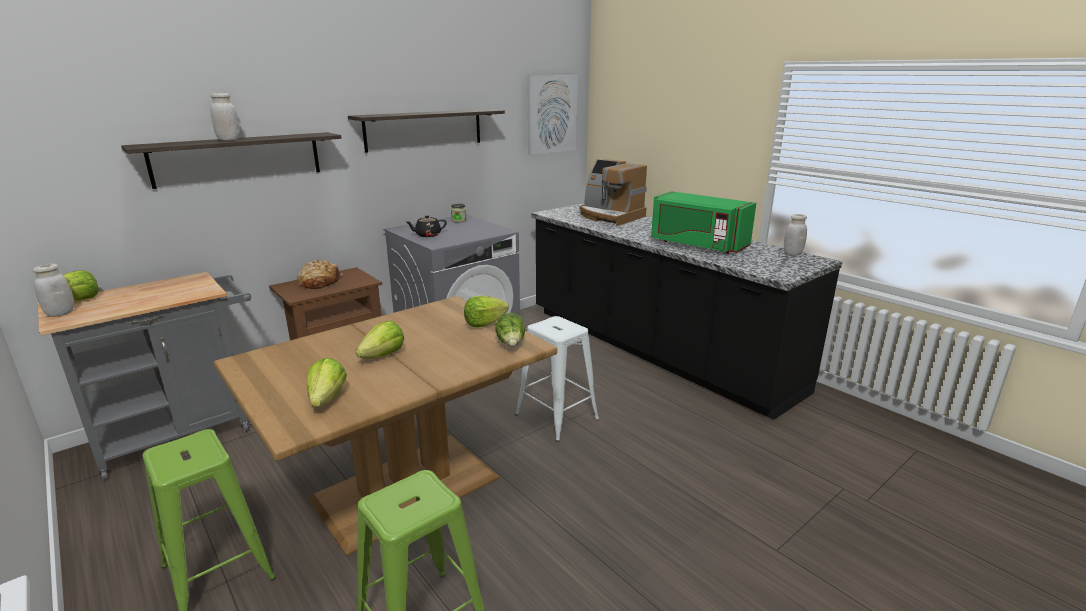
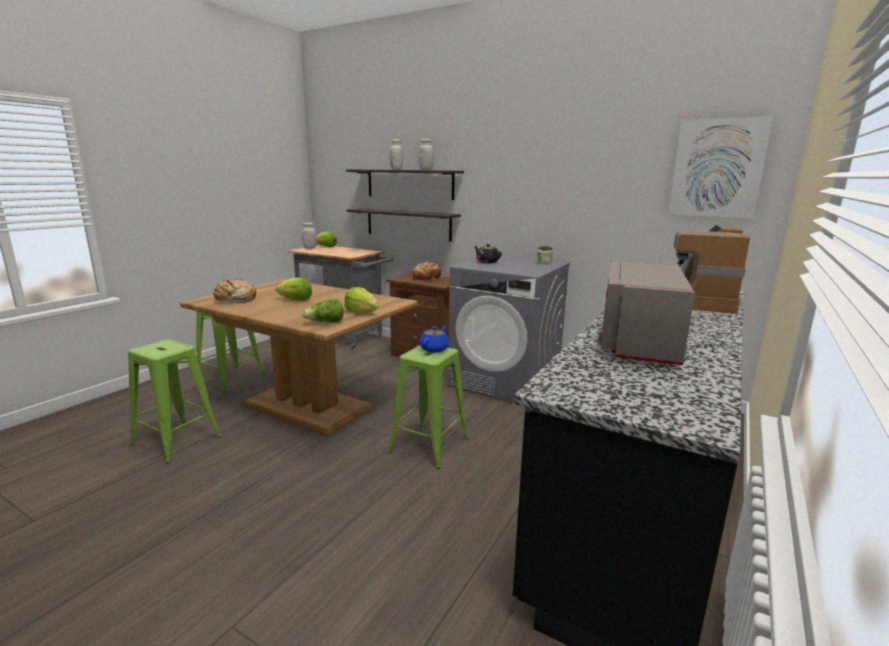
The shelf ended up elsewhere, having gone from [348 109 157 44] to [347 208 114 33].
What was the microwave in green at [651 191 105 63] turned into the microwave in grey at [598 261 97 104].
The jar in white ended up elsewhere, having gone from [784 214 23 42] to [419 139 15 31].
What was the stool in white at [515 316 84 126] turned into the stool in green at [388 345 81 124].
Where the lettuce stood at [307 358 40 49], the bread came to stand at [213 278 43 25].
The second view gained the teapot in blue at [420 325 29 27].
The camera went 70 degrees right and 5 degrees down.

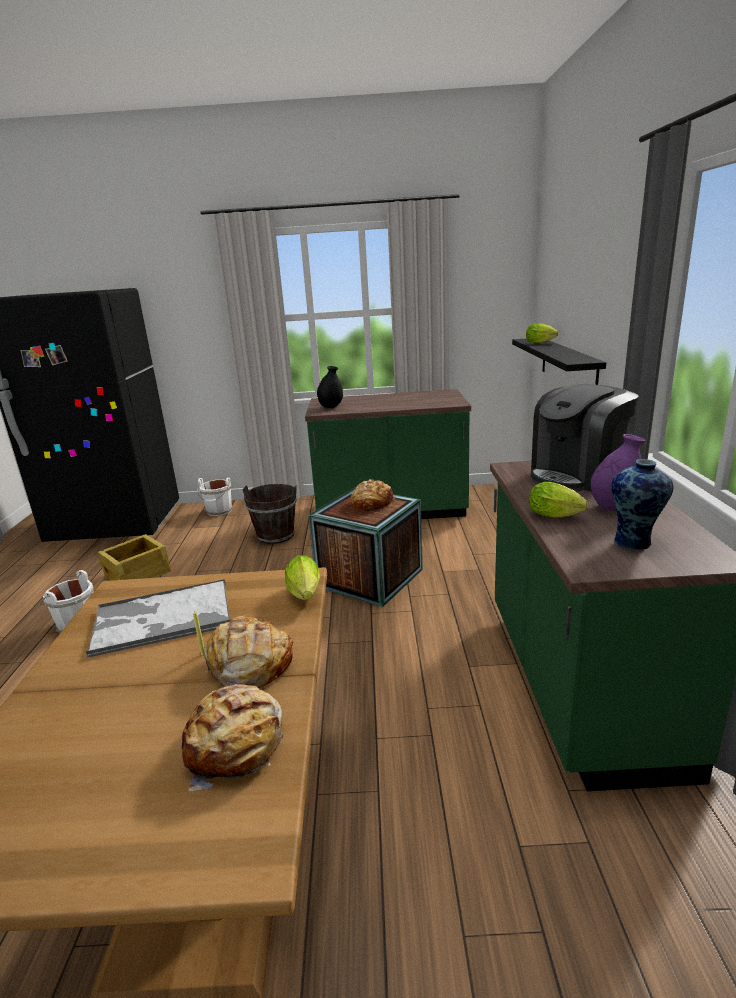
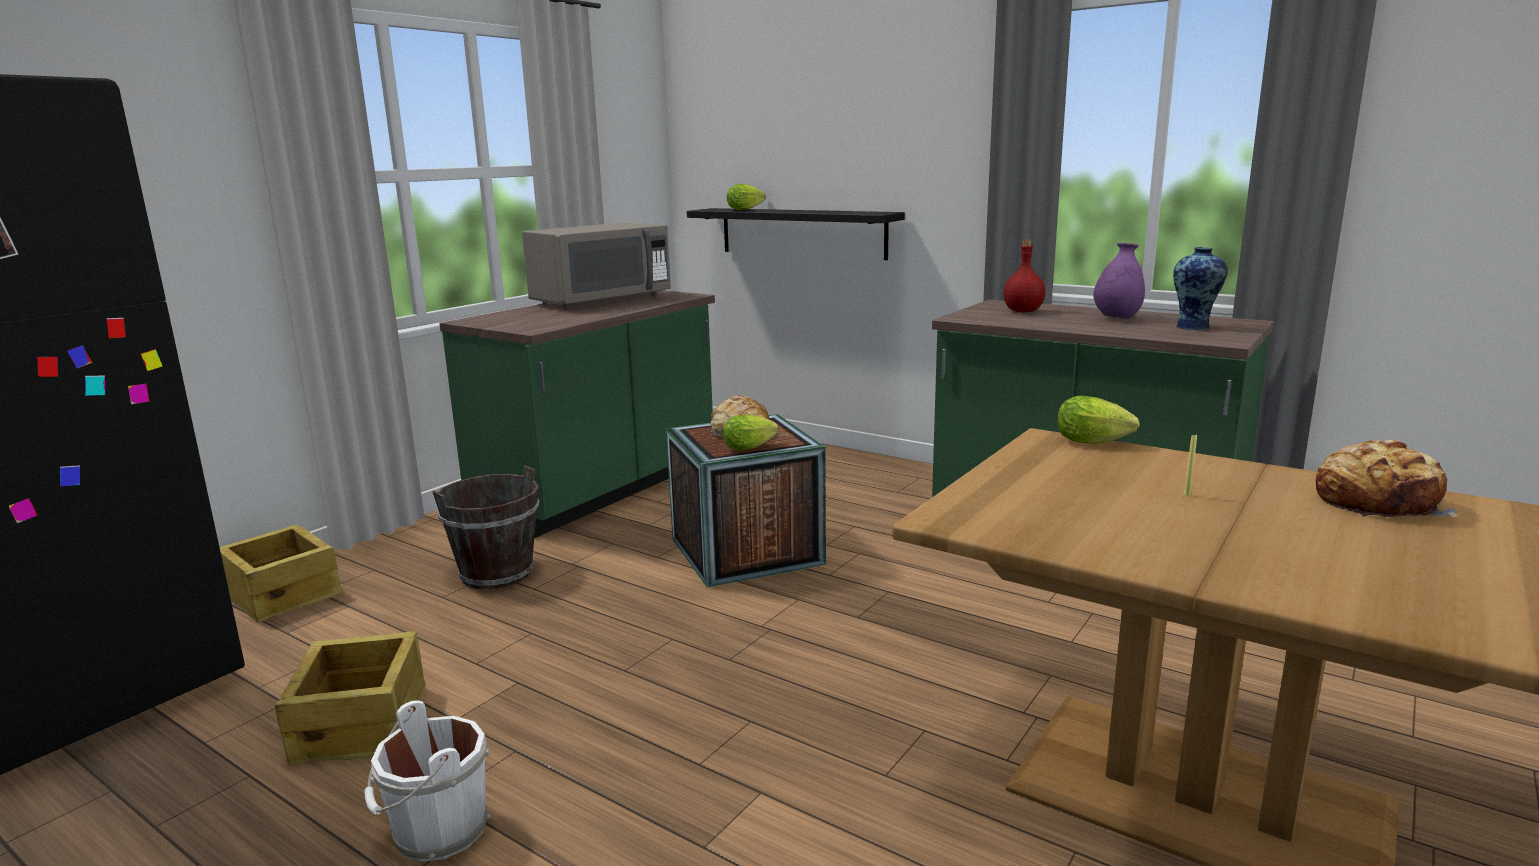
The second view lost the vase in black at [317 366 26 42].
Where the coffee machine stood at [531 384 108 108], the bottle in red came to stand at [1003 240 42 72].
Where the bucket in white stood at [197 478 35 38], the crate came to stand at [220 525 123 98].
The lettuce ended up elsewhere, having gone from [529 482 59 36] to [723 414 55 36].
The second view lost the tray at [86 579 145 78].
The second view lost the bread at [204 616 89 72].
The second view gained the microwave in grey at [522 223 149 86].
The camera went 55 degrees left and 5 degrees down.

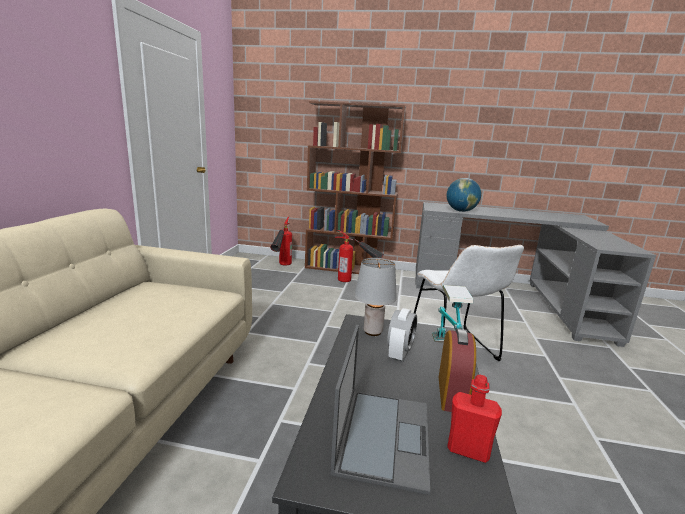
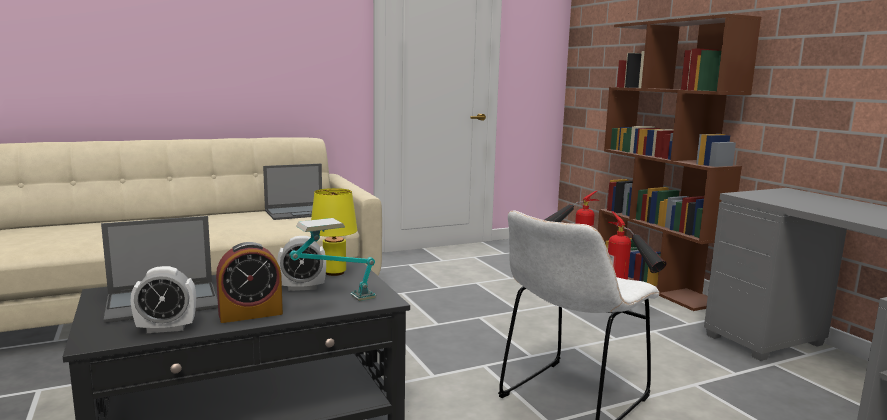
The second view lost the globe at [447 178 34 34].
What was the table lamp in grey at [355 258 42 78] turned into the table lamp in yellow at [311 188 46 88].
Where the bottle in red stood at [447 375 55 88], the alarm clock came to stand at [130 266 66 67].
The second view gained the laptop at [263 164 59 56].
The camera went 55 degrees right and 5 degrees down.

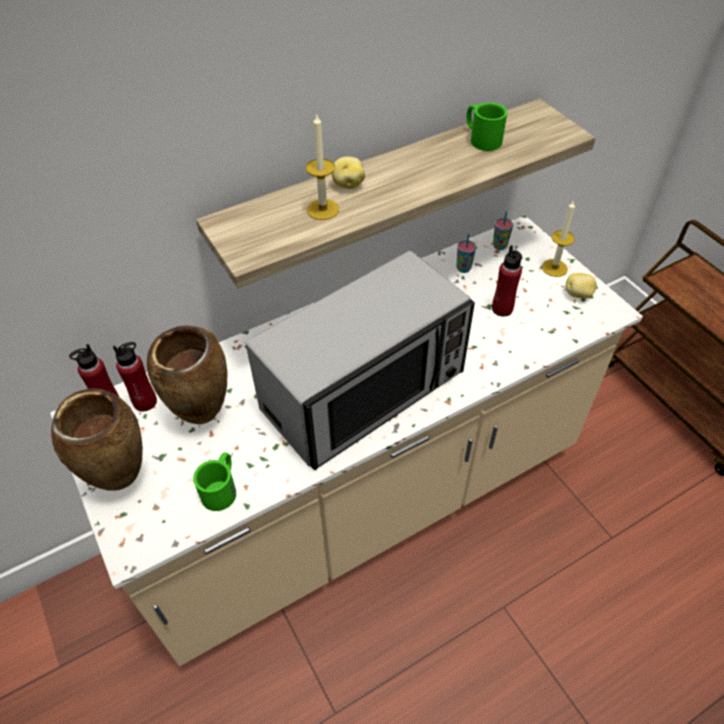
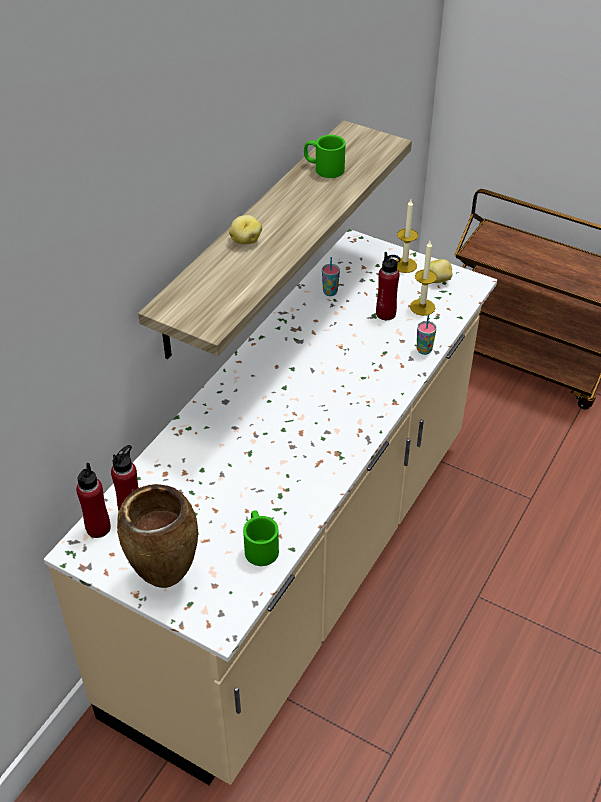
The candle ended up elsewhere, having gone from [306 115 33 105] to [410 241 27 75].
The cup ended up elsewhere, having gone from [493 211 20 39] to [417 315 20 40].
The second view lost the microwave at [246 250 229 220].
The second view lost the vase in brown at [147 325 80 99].
The camera went 30 degrees left and 5 degrees down.

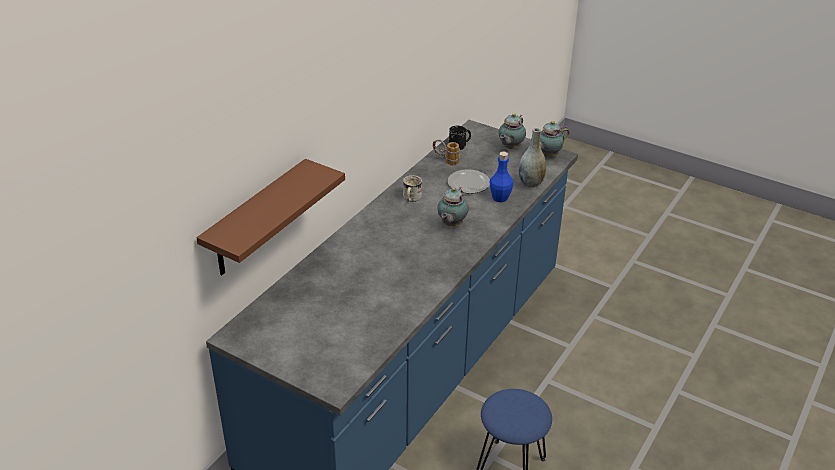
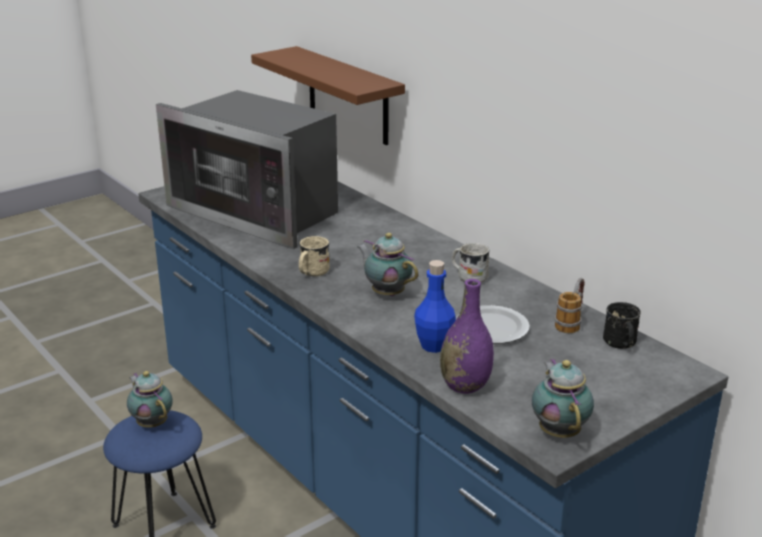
The teapot ended up elsewhere, having gone from [499 113 27 36] to [127 371 46 57].
What was the vase in grey at [518 128 28 59] turned into the vase in purple at [440 279 54 115].
The second view gained the microwave at [156 90 182 159].
The second view gained the mug in beige at [299 236 31 41].
The camera went 110 degrees right and 10 degrees down.

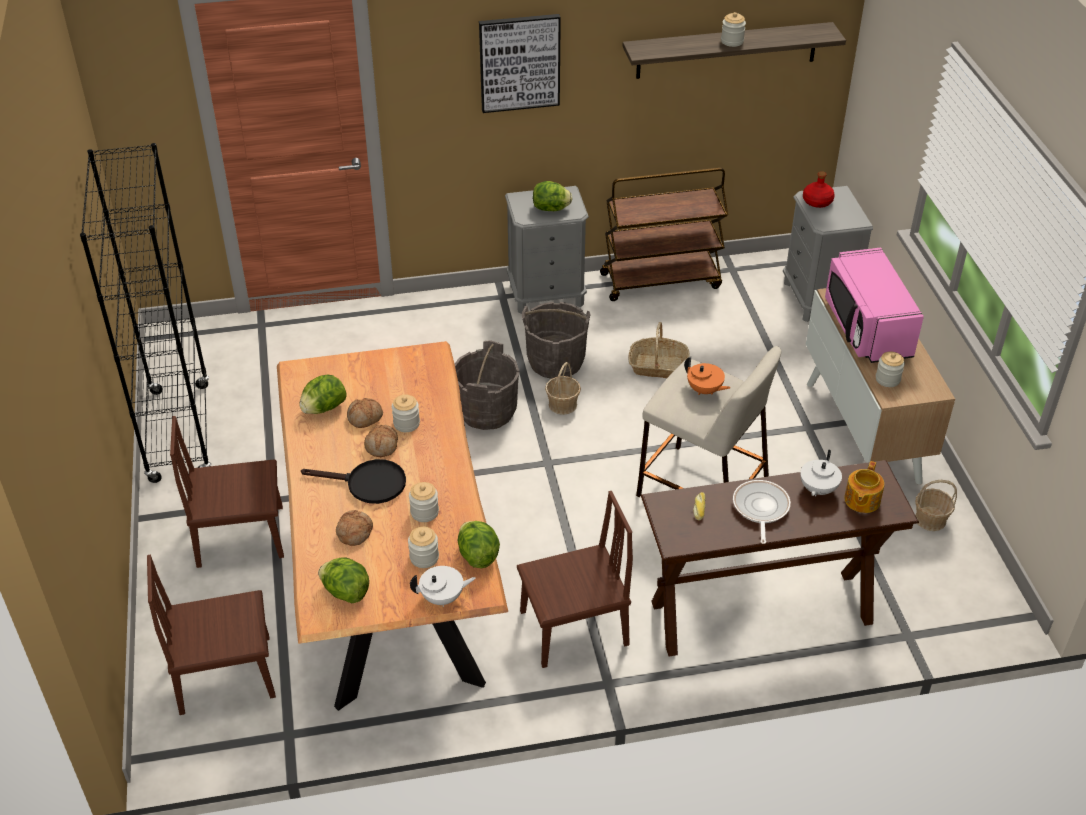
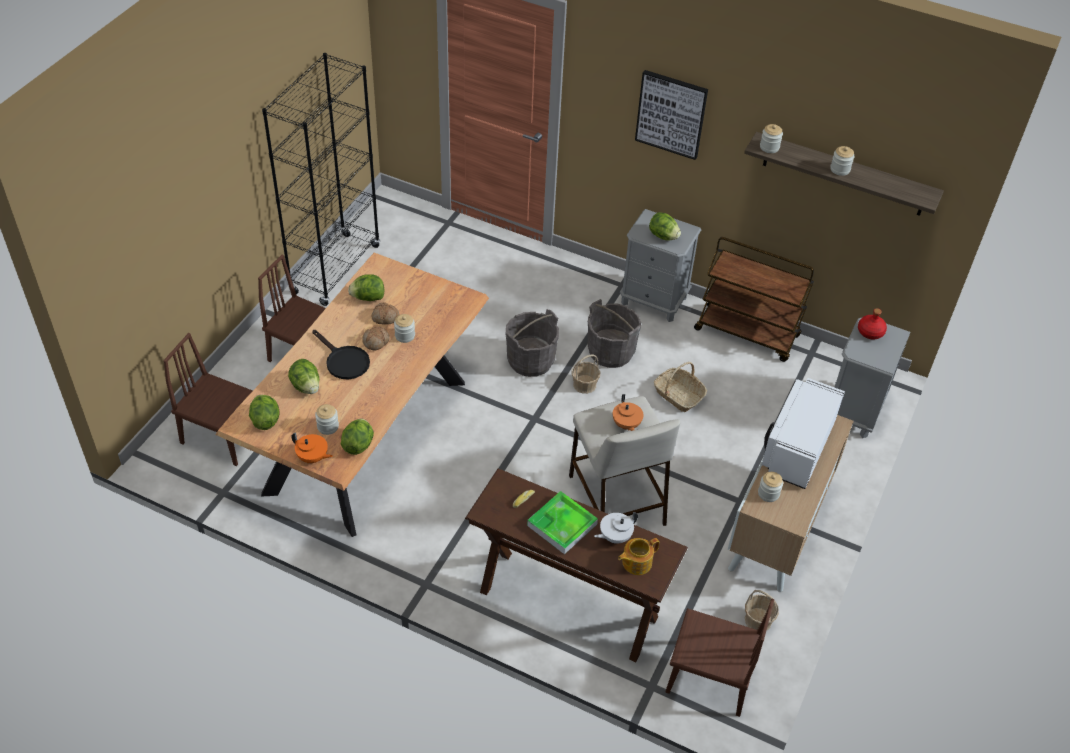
What was the microwave in pink at [825 248 99 115] turned into the microwave in white at [762 378 83 111].
Where the frying pan stood at [733 480 58 64], the tray came to stand at [527 491 71 63].
The jar ended up elsewhere, having gone from [409 482 30 40] to [760 124 23 29].
The chair in brown ended up elsewhere, having gone from [517 491 116 177] to [666 599 108 118].
Where the bread stood at [336 510 37 36], the lettuce came to stand at [288 359 31 35].
What was the teapot in white at [410 566 66 41] turned into the teapot in orange at [291 432 42 31].
The camera went 35 degrees right and 5 degrees up.

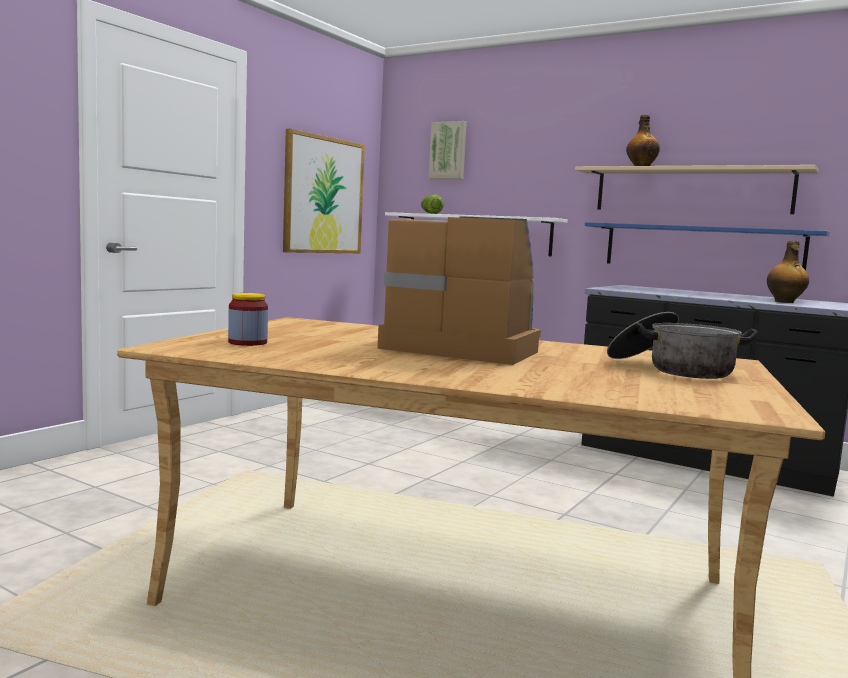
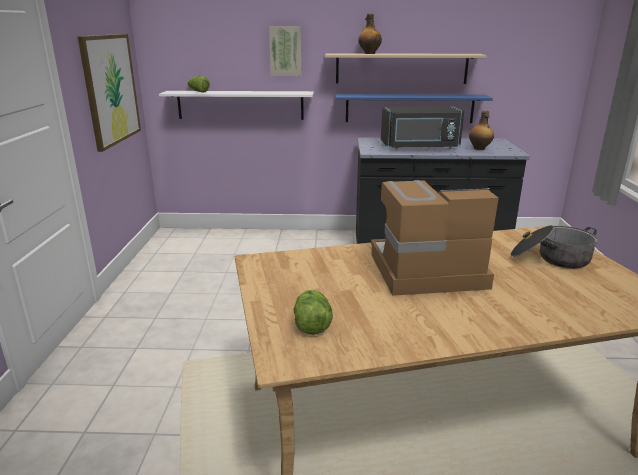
The picture ended up elsewhere, having gone from [429 121 38 58] to [269 27 33 49].
Where the jar stood at [228 293 40 53], the lettuce came to stand at [293 289 40 46].
The second view gained the microwave in black at [381 106 83 43].
The camera went 30 degrees left and 15 degrees up.

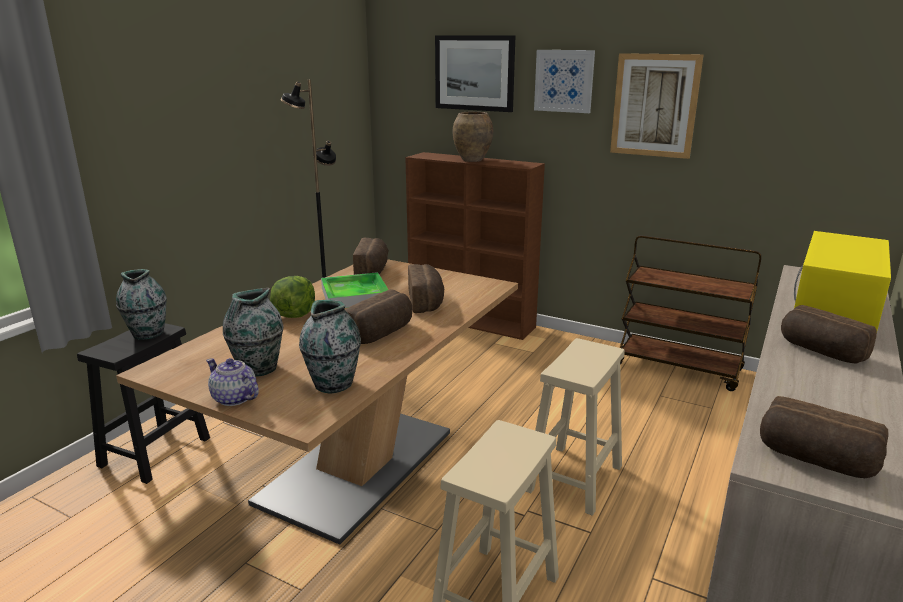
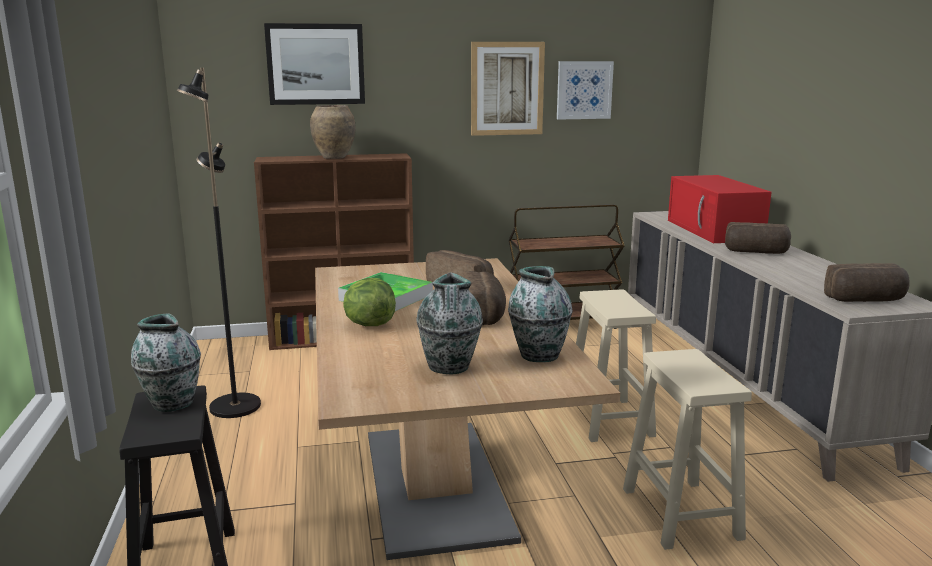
The picture ended up elsewhere, having gone from [534 50 61 63] to [557 61 57 58].
What was the microwave in yellow at [794 231 97 99] turned into the microwave in red at [668 175 104 68].
The second view lost the bread at [353 238 36 37].
The second view lost the teapot at [206 358 53 48].
The camera went 40 degrees left and 5 degrees down.

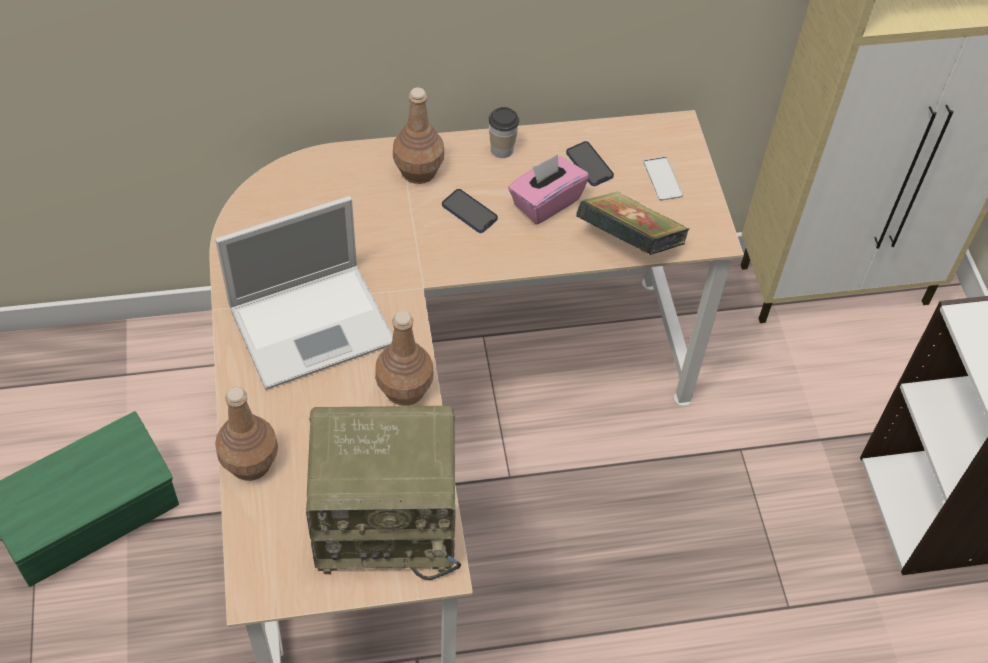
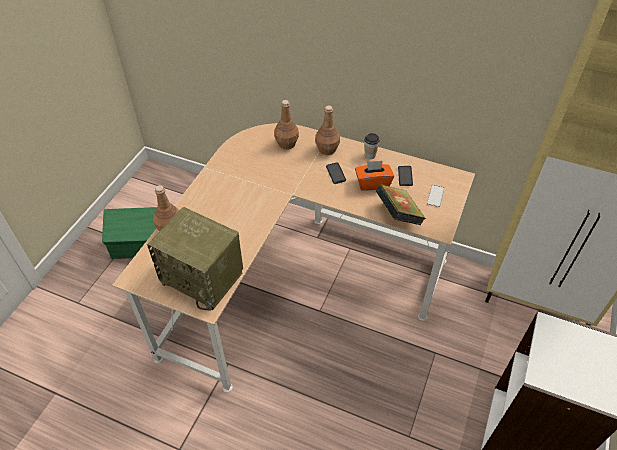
What was the tissue box in pink at [508 154 81 70] turned into the tissue box in orange at [355 161 39 30].
The second view lost the laptop at [215 196 178 194].
The bottle in brown ended up elsewhere, having gone from [375 311 58 95] to [274 100 25 50].
The camera went 35 degrees right and 5 degrees down.

